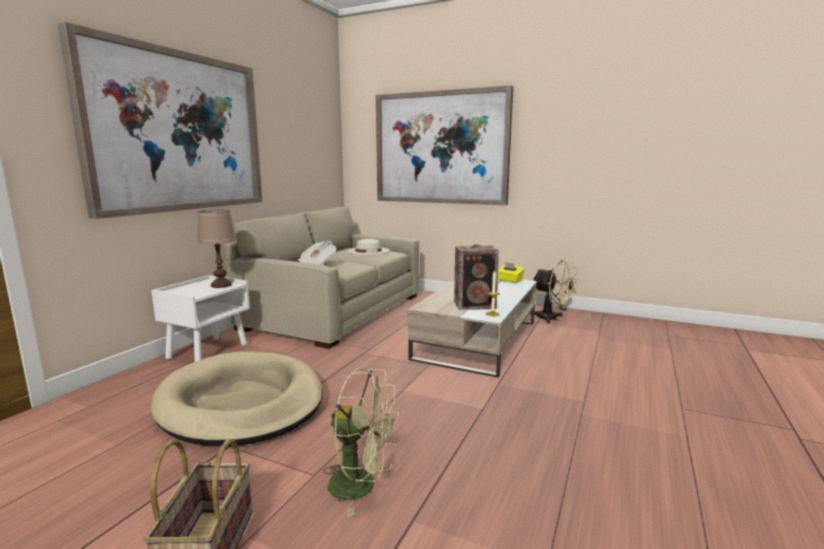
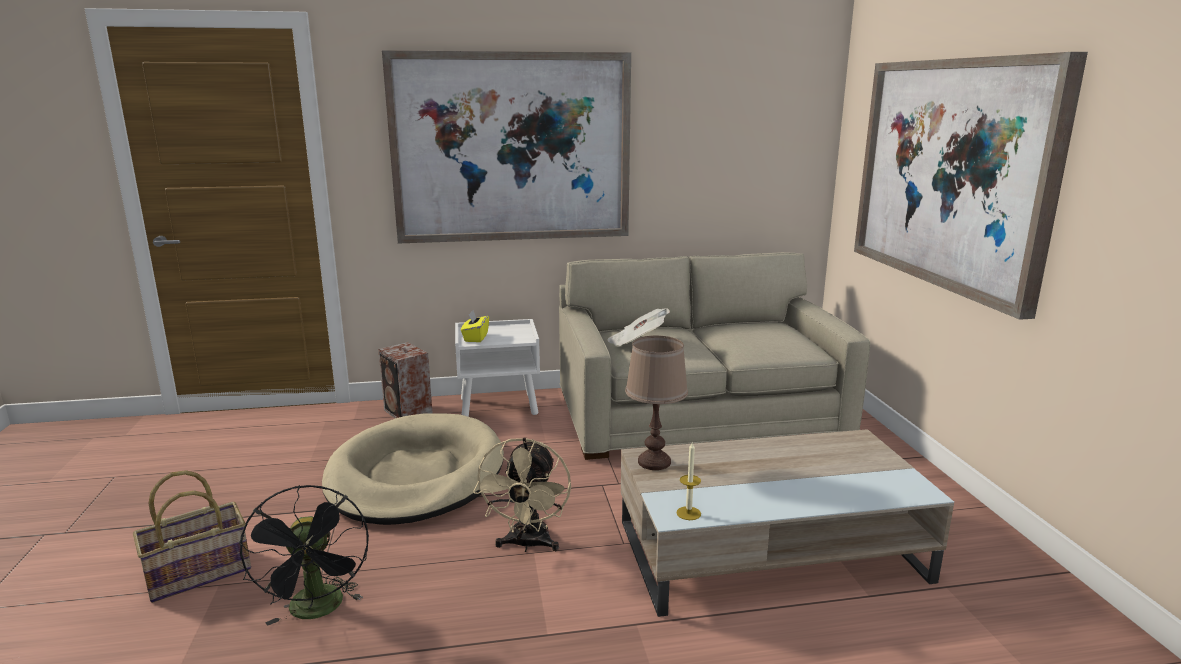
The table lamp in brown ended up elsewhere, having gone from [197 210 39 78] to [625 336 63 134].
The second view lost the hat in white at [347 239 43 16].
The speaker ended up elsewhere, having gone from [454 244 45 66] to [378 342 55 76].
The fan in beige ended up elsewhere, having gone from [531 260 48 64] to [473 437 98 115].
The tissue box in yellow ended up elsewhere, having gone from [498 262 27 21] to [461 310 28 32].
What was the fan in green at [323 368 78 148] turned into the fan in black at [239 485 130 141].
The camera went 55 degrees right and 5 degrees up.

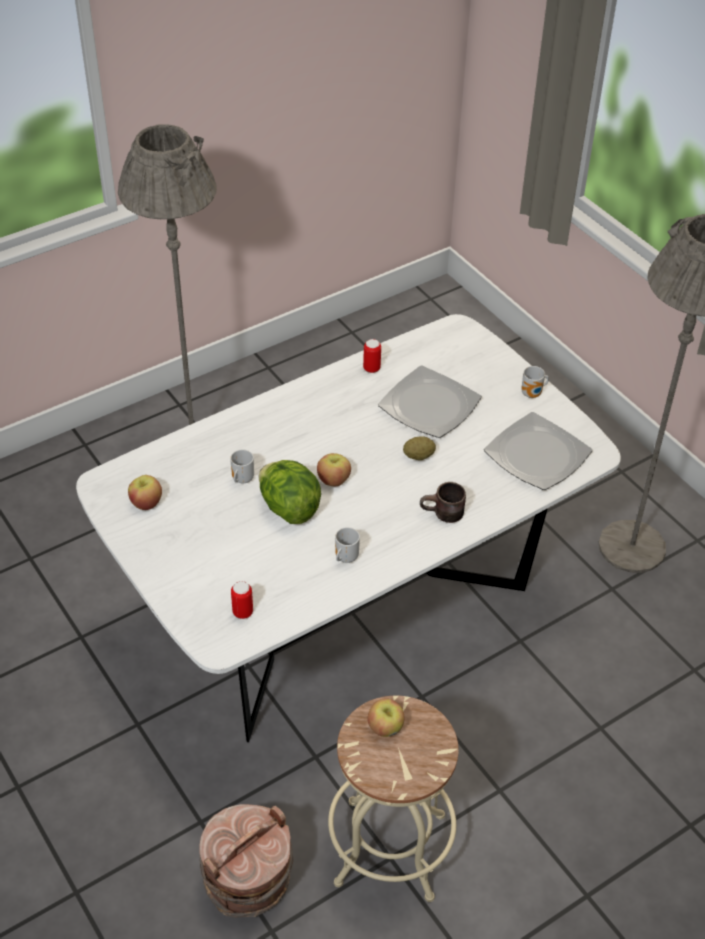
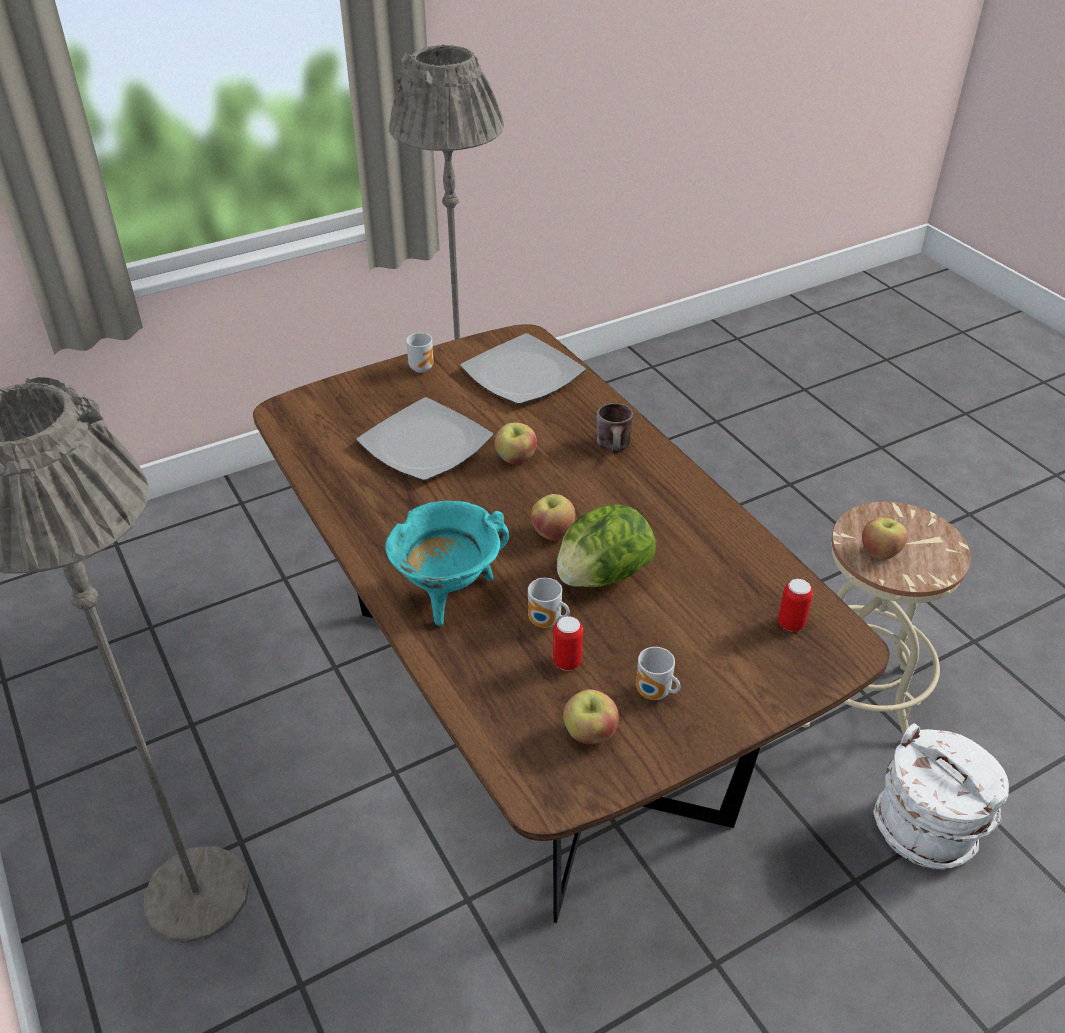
What was the dining table in white at [76 314 545 428] turned into the dining table in brown at [253 324 637 599].
The can ended up elsewhere, having gone from [363 339 18 34] to [553 616 30 55].
Where the potato stood at [403 436 33 24], the apple came to stand at [494 422 43 42].
The mug ended up elsewhere, having gone from [335 527 25 36] to [636 647 44 53].
What was the bucket in brown at [199 804 94 114] turned into the bucket in white at [873 723 136 146].
The second view gained the cooking pot in turquoise at [385 501 124 125].
The camera went 85 degrees left and 5 degrees down.

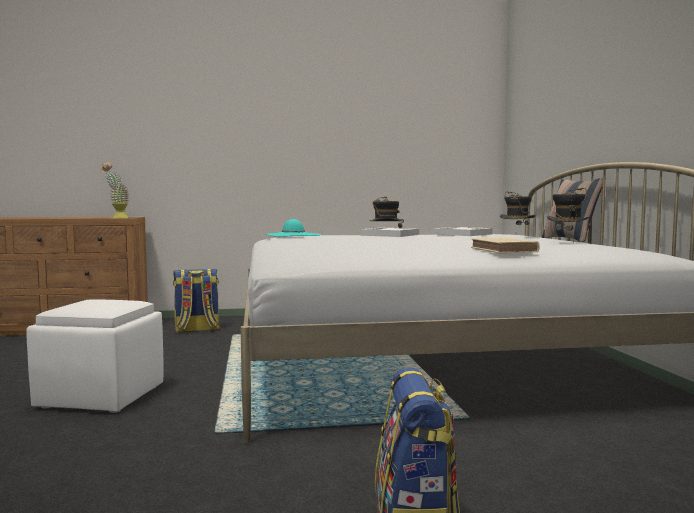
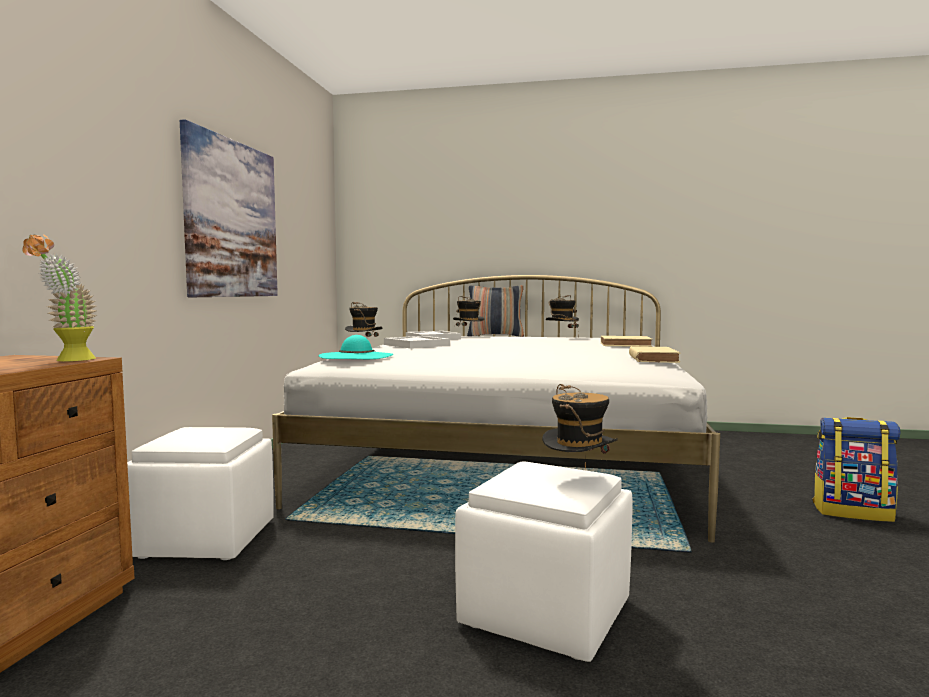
Where the backpack stood at [173 269 47 63], the ottoman in white came to stand at [127 427 147 133].
The second view gained the picture at [180 119 98 178].
The second view gained the book in beige at [629 346 51 17].
The second view gained the hat at [542 384 76 86].
The camera went 70 degrees left and 0 degrees up.

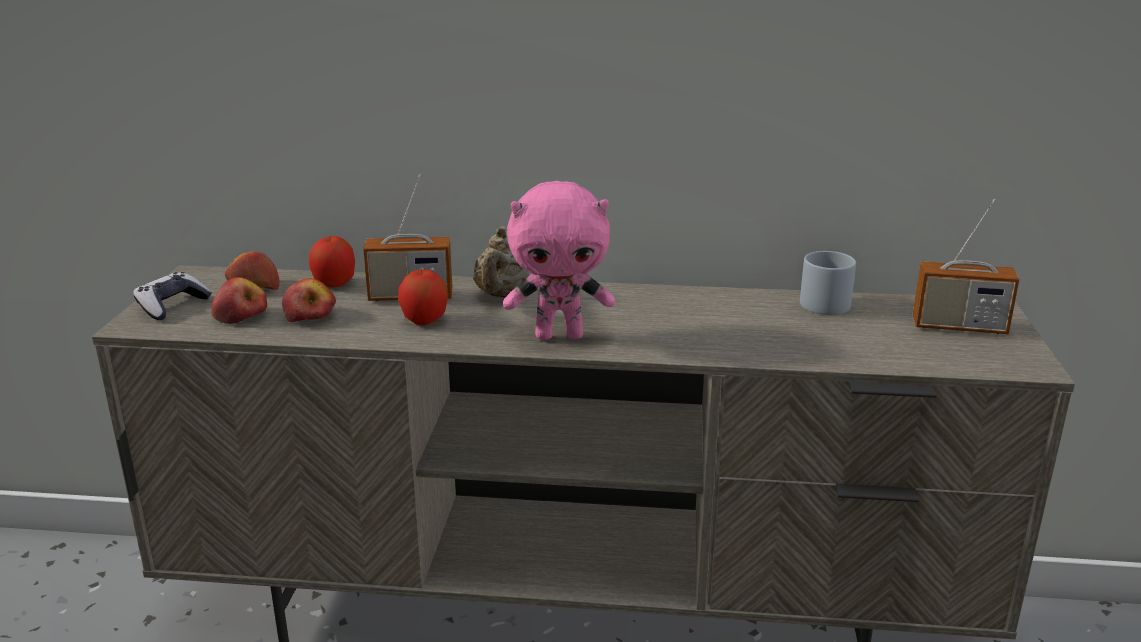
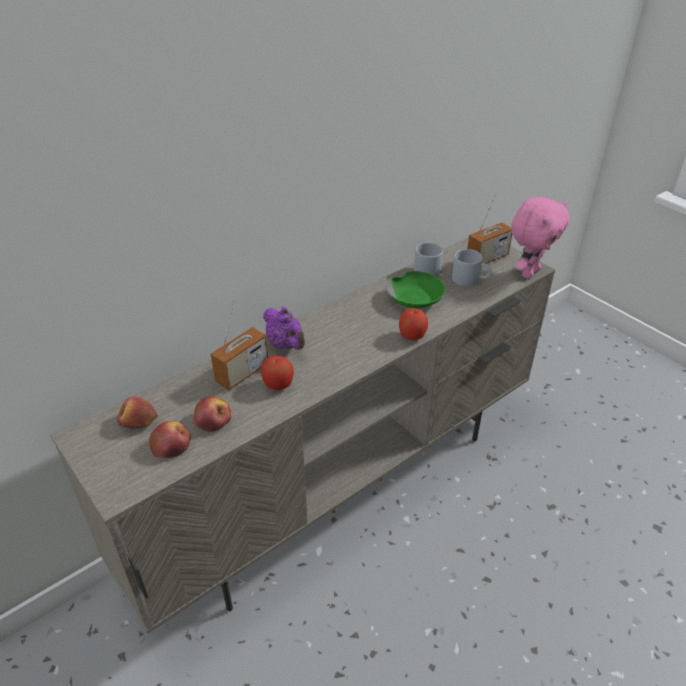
The plush toy in pink ended up elsewhere, having gone from [503 181 112 159] to [511 197 58 81].
What was the teapot in beige at [473 226 56 71] turned into the teapot in purple at [263 307 42 43].
The apple ended up elsewhere, having gone from [309 236 46 51] to [399 308 29 32].
The second view lost the game controller at [133 272 79 48].
The second view gained the mug in grey at [452 249 39 38].
The second view gained the bowl in green at [386 271 59 38].
The camera went 45 degrees left and 15 degrees up.

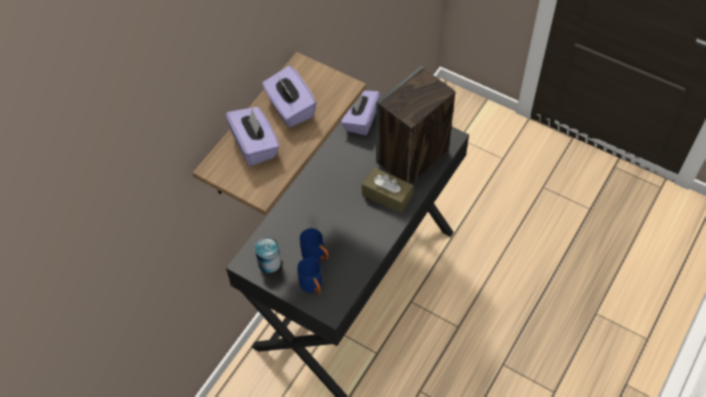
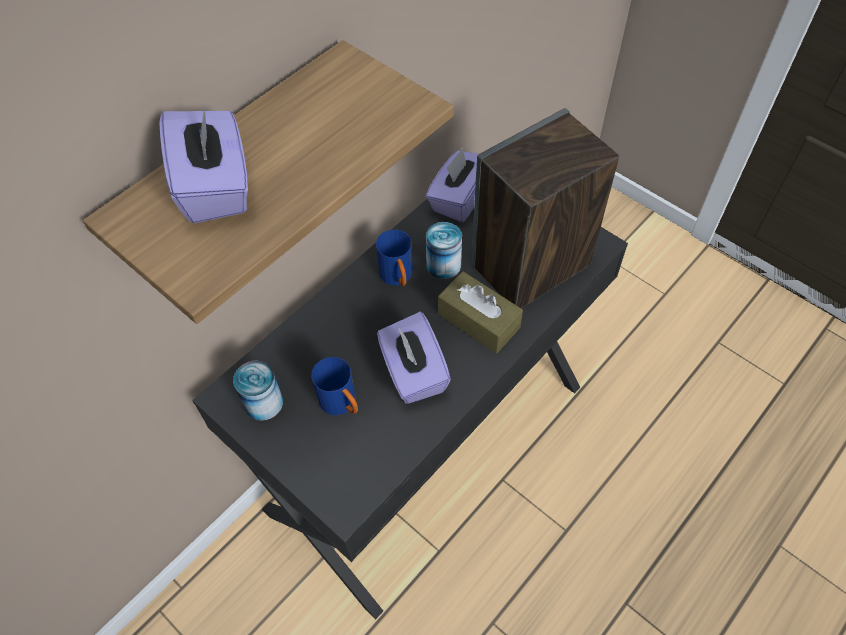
The tissue box in purple ended up elsewhere, having gone from [262 66 55 61] to [377 312 74 92].
The mug in blue ended up elsewhere, having gone from [297 258 25 36] to [376 230 37 56].
The second view gained the can at [426 222 36 57].
The camera went 10 degrees right and 0 degrees up.

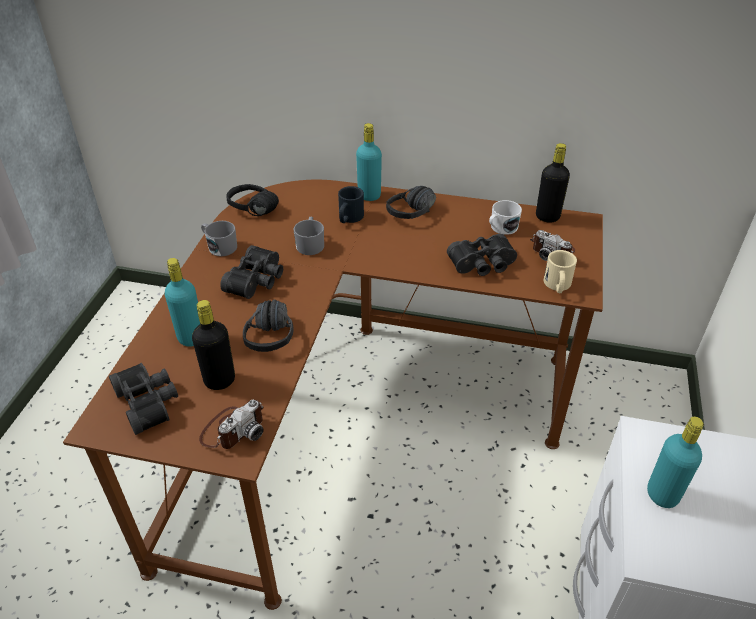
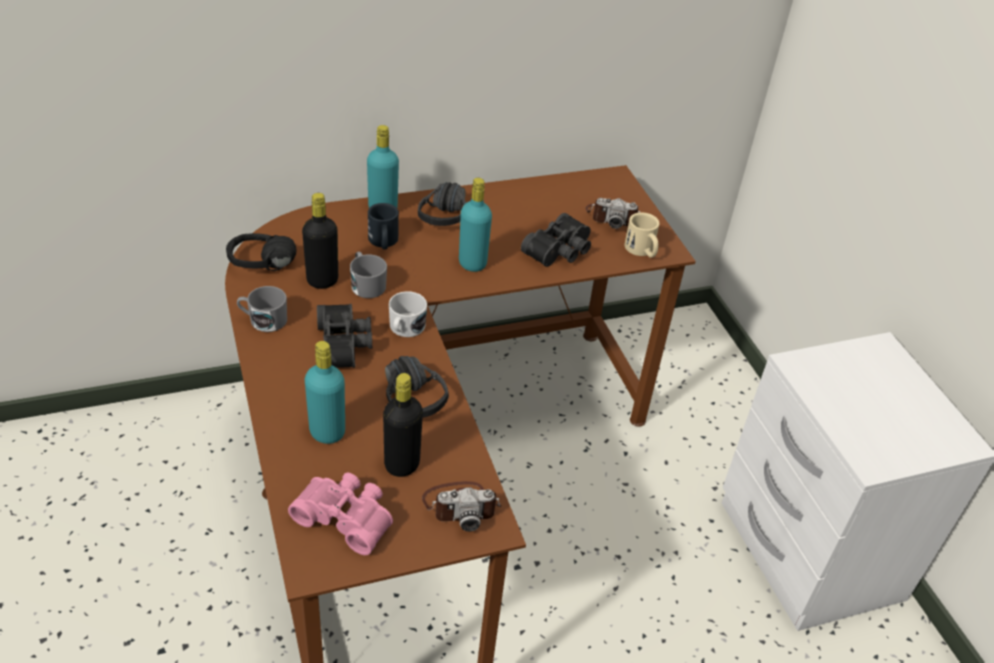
The bottle in black ended up elsewhere, having gone from [536 143 34 79] to [302 193 36 96].
The mug in white ended up elsewhere, having gone from [489 200 33 35] to [389 291 38 46].
What was the binoculars in black at [109 363 69 72] turned into the binoculars in pink at [288 472 105 83].
The photo camera at [199 400 65 49] ended up facing another way, 75 degrees clockwise from before.
The bottle in turquoise ended up elsewhere, having gone from [647 417 57 91] to [459 178 33 94].
The camera went 35 degrees left and 0 degrees up.

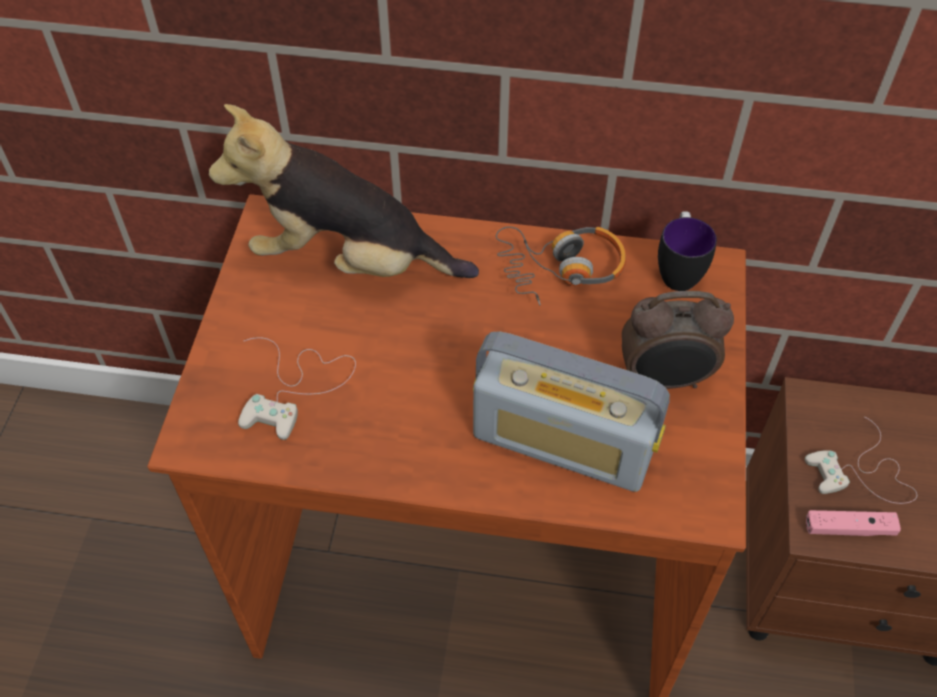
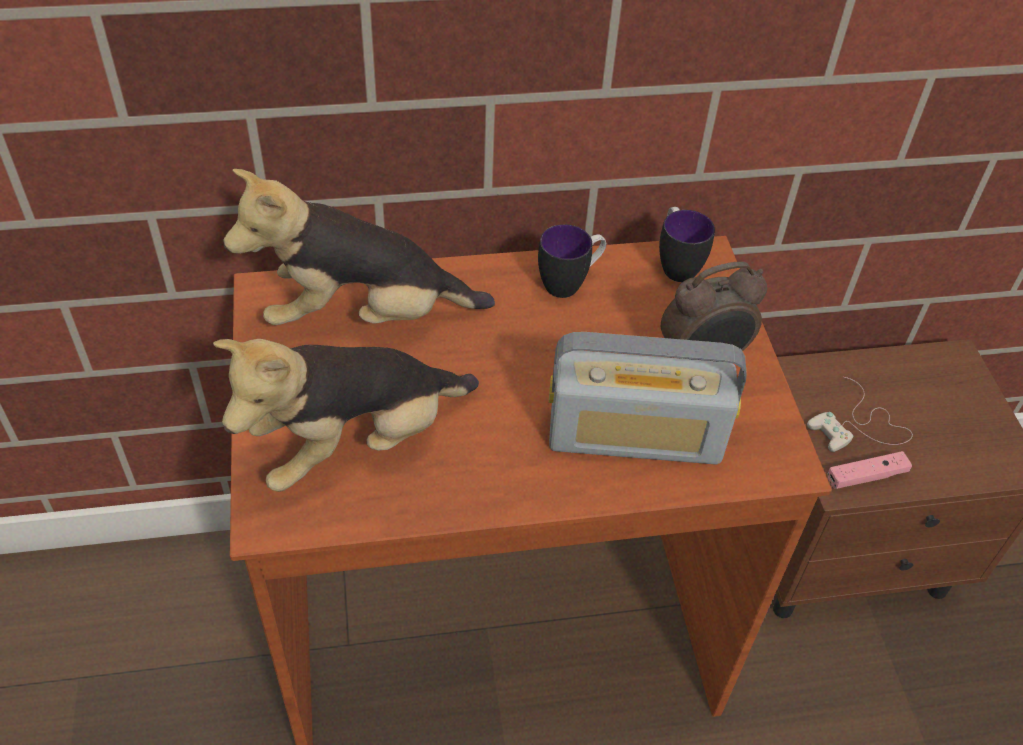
Where the headphones stood at [496 226 130 79], the mug came to stand at [538 224 68 74].
Where the game controller in white stood at [238 337 118 103], the plush toy came to stand at [213 339 266 153].
The camera went 20 degrees left and 5 degrees down.

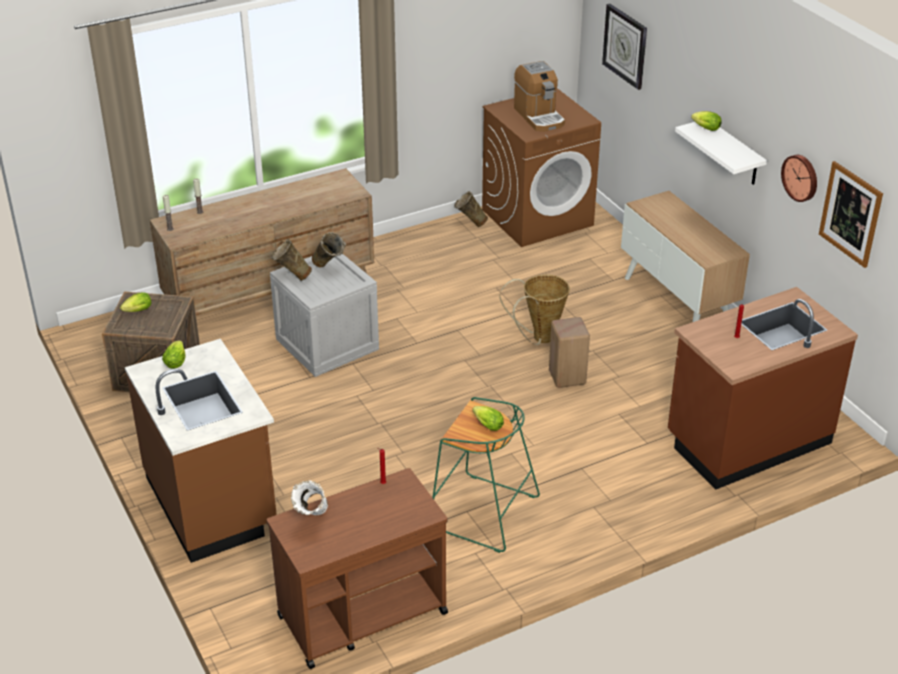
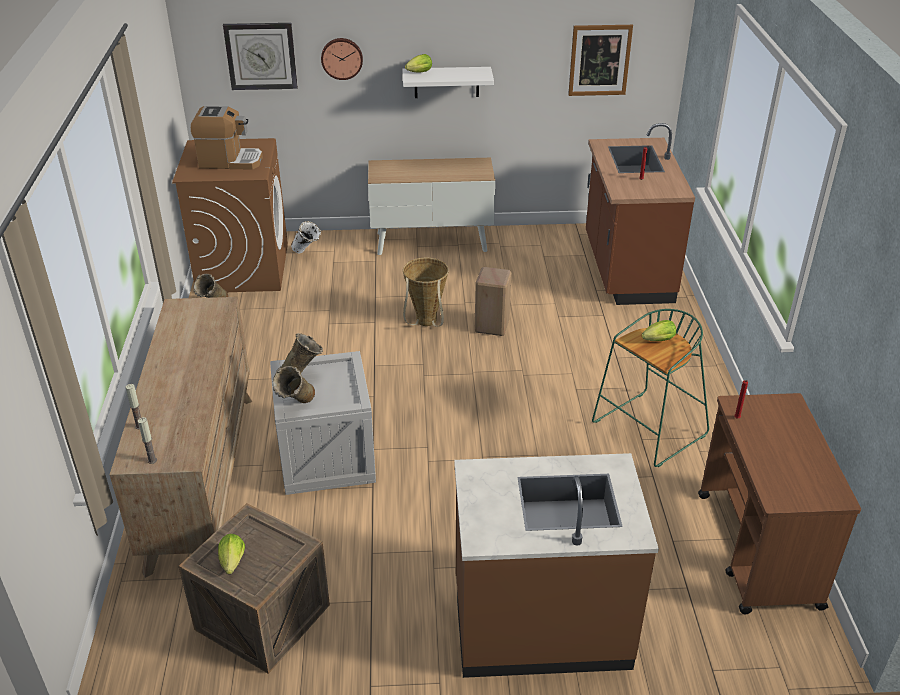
The wall clock ended up elsewhere, having gone from [781 155 36 47] to [321 38 42 42].
The second view lost the lettuce at [162 340 23 29].
The vase in white ended up elsewhere, having gone from [291 480 37 35] to [291 221 30 33].
The camera went 65 degrees left and 0 degrees up.

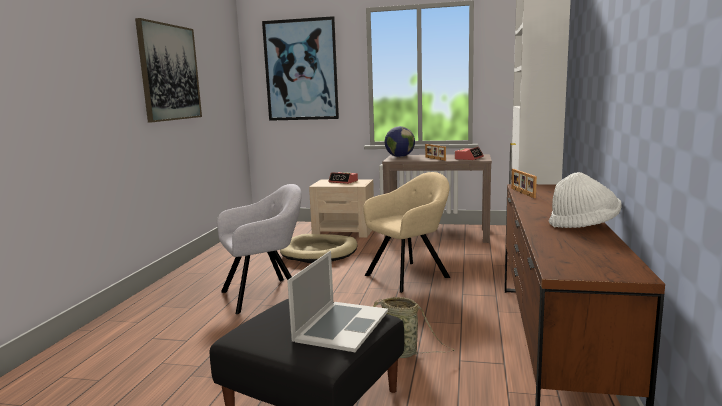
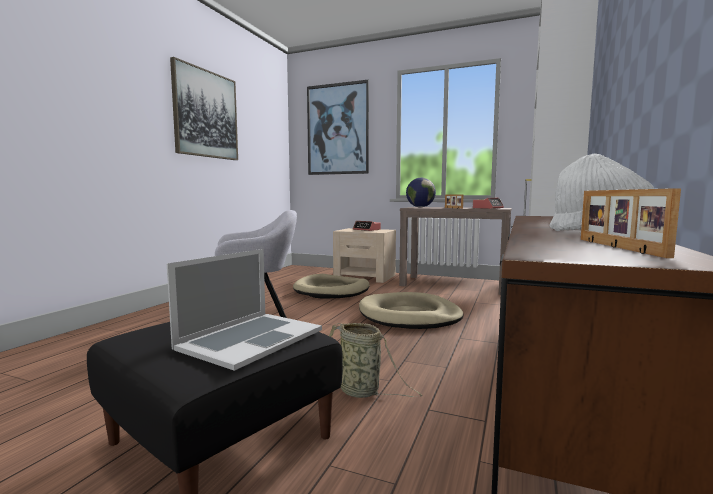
The picture frame ended up elsewhere, having gone from [511 169 26 29] to [581 188 100 70].
Where the armchair in beige stood at [363 172 87 121], the dog bed in beige came to stand at [359 292 105 37].
The camera went 10 degrees right and 5 degrees down.

